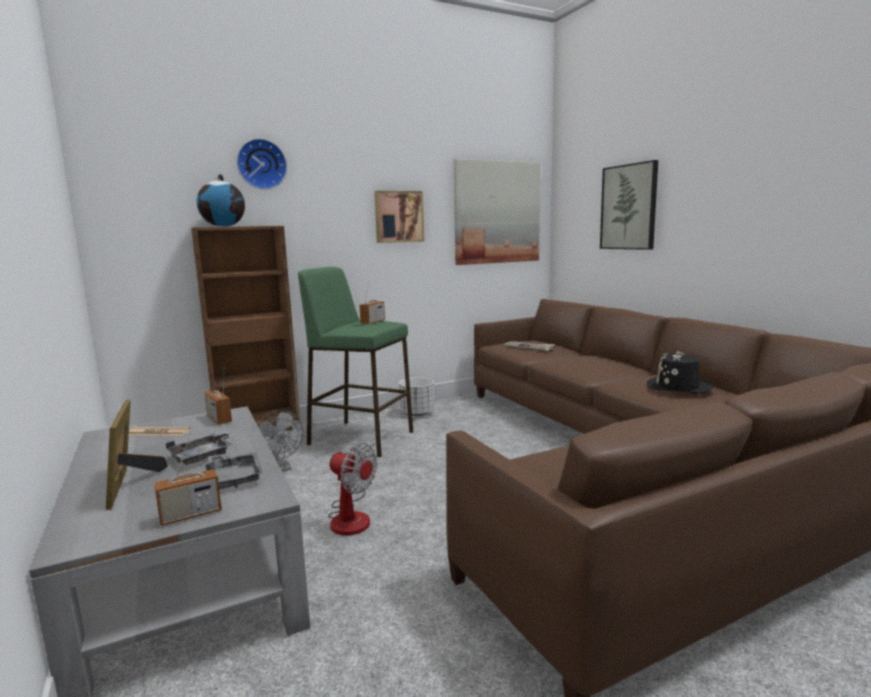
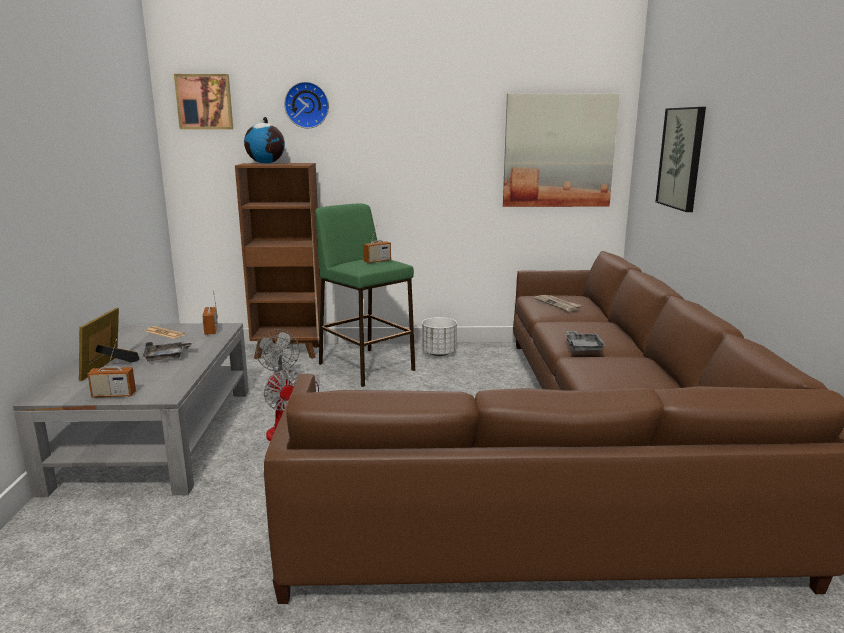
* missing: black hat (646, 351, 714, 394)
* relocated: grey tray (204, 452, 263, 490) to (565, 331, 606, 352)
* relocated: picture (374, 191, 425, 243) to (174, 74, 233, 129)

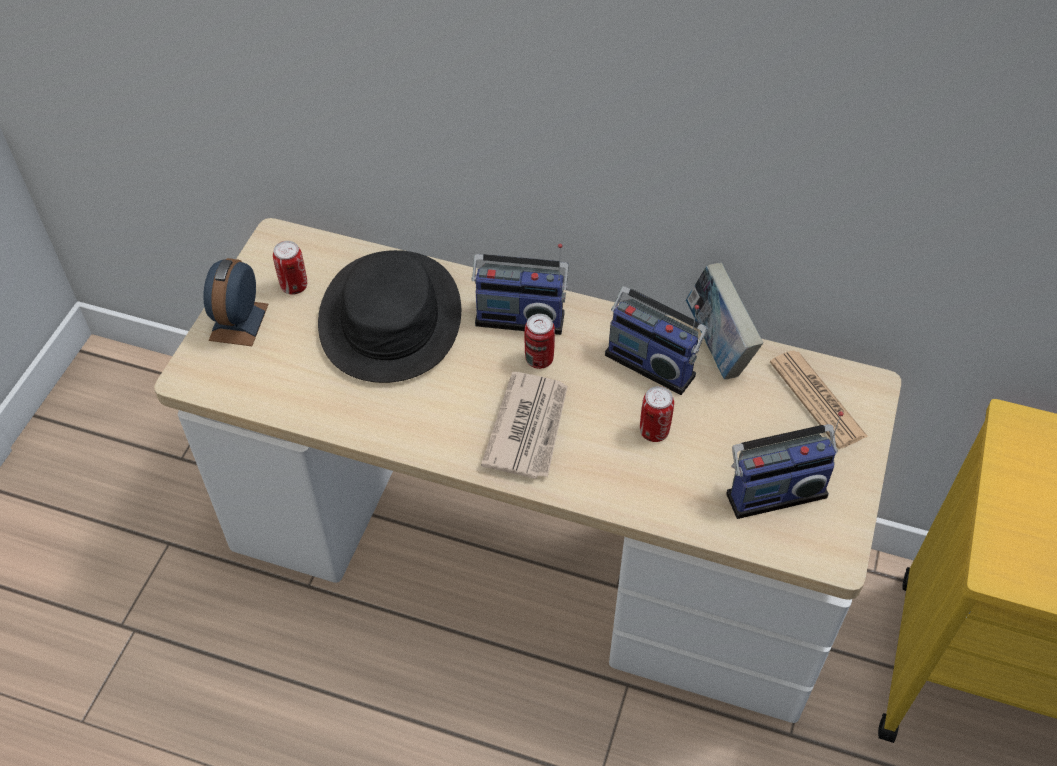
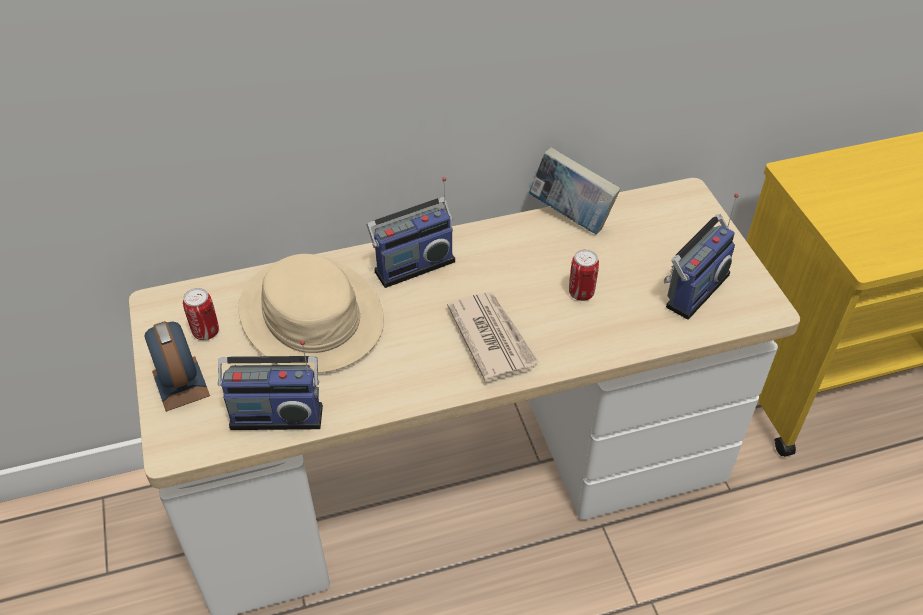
* missing: can (525, 314, 555, 369)
* missing: newspaper (770, 350, 868, 449)
* relocated: radio (605, 287, 708, 395) to (218, 340, 323, 430)
* colour: black hat (318, 250, 461, 383) to beige hat (238, 254, 384, 373)

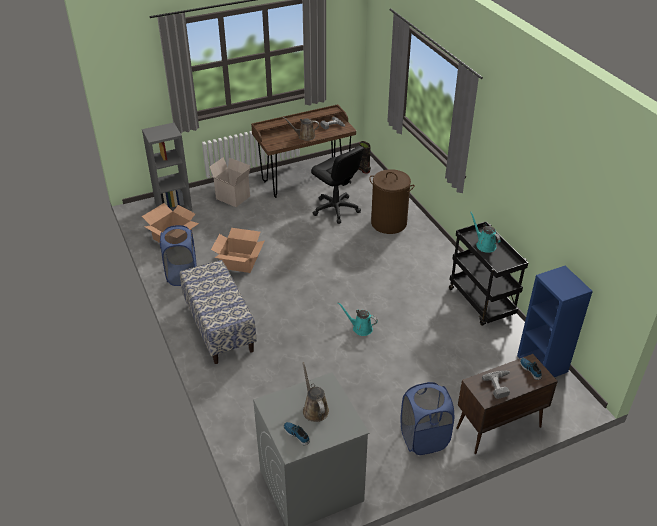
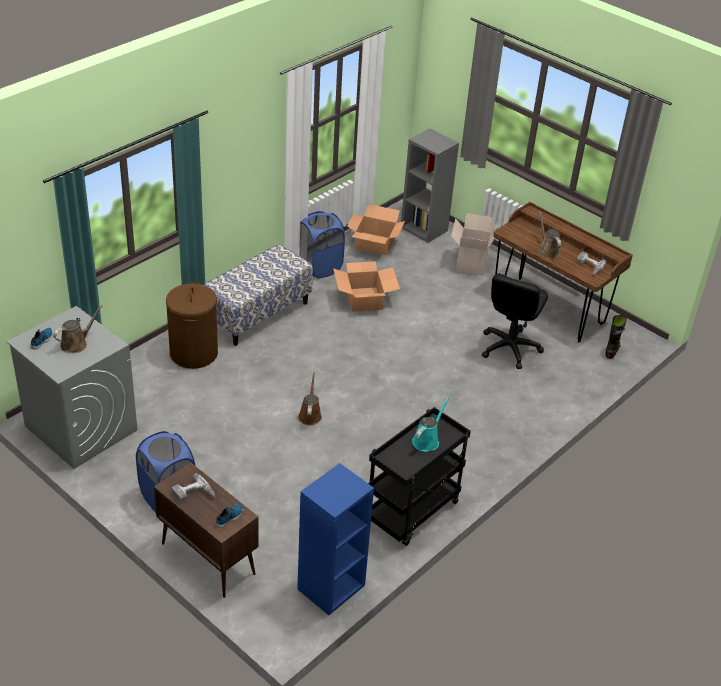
* relocated: brown laundry basket (369, 169, 415, 234) to (166, 282, 218, 369)
* colour: turquoise watering can (338, 302, 378, 336) to brown watering can (298, 373, 322, 425)

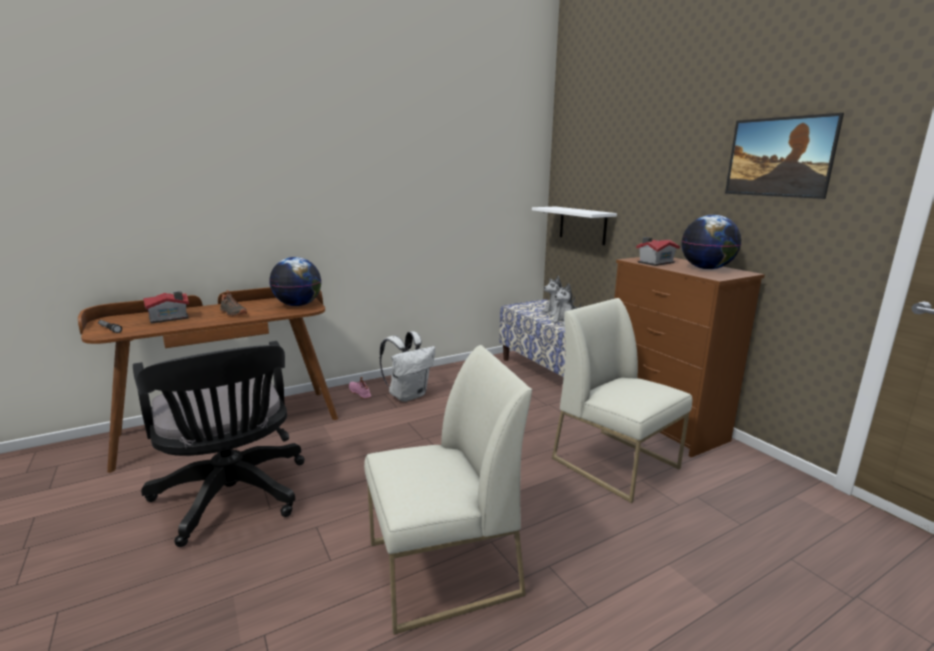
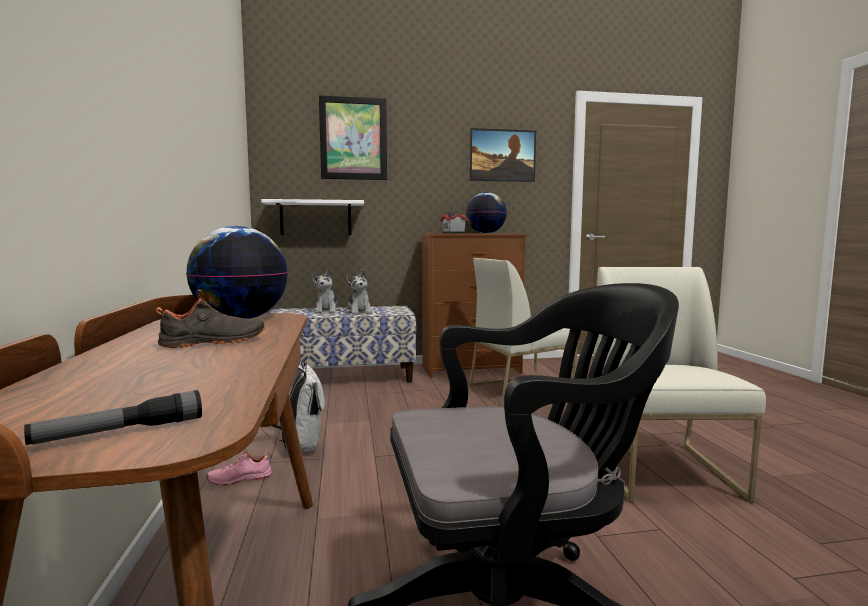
* missing: toy house (143, 291, 189, 324)
* appeared: picture (319, 95, 387, 180)

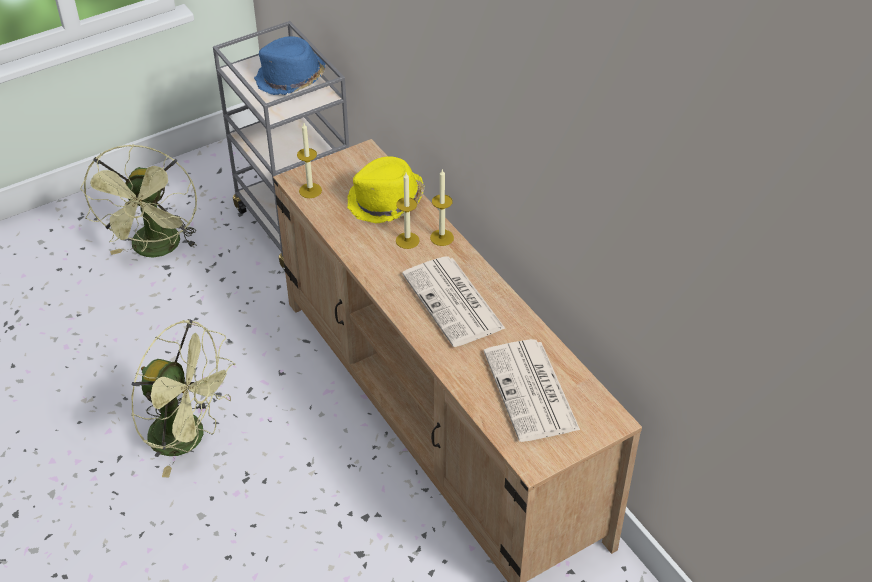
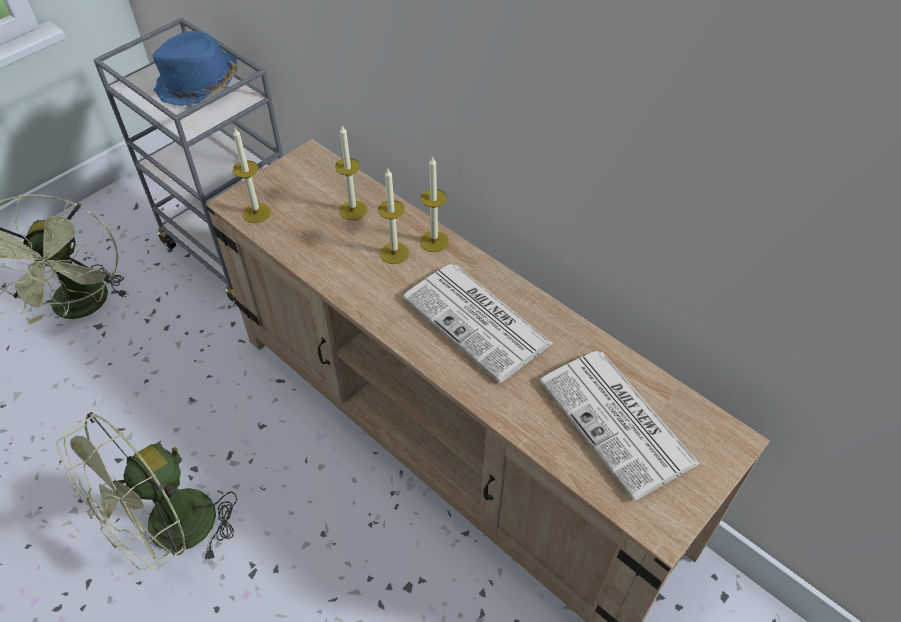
* exchanged: yellow hat (347, 156, 425, 223) to candle (335, 125, 367, 221)
* spun: green fan (131, 319, 236, 477) = (56, 412, 237, 570) 120 degrees clockwise

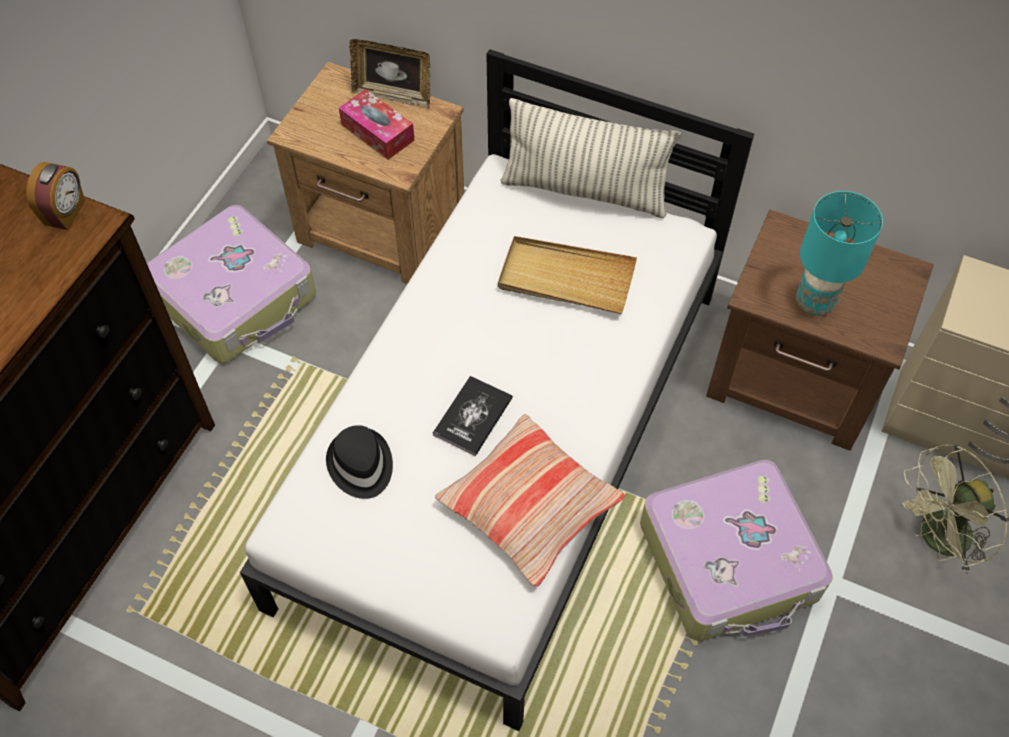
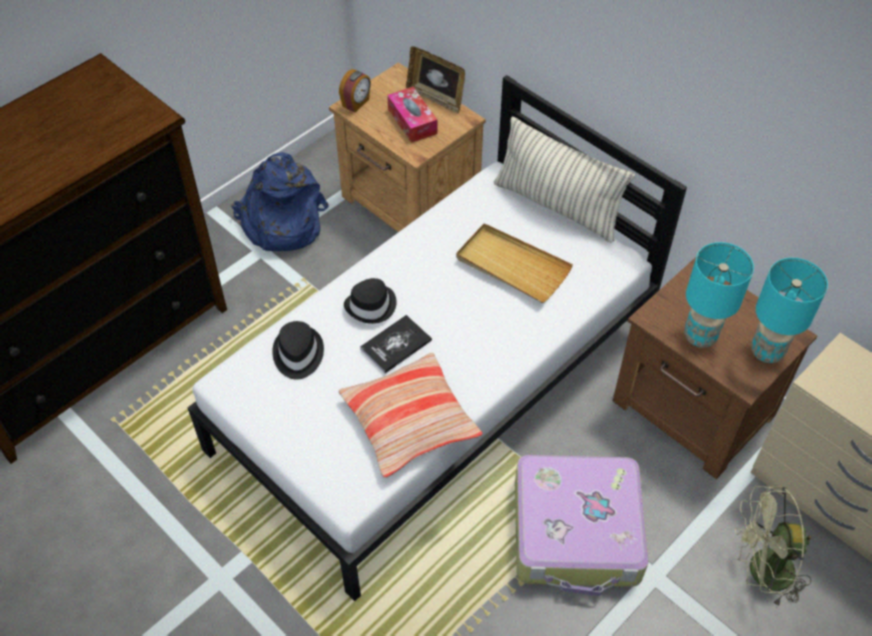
* appeared: black hat (344, 278, 397, 324)
* appeared: turquoise table lamp (751, 258, 828, 363)
* relocated: alarm clock (26, 162, 85, 230) to (339, 69, 371, 112)
* exchanged: suitcase (147, 205, 316, 363) to blue backpack (231, 152, 329, 251)

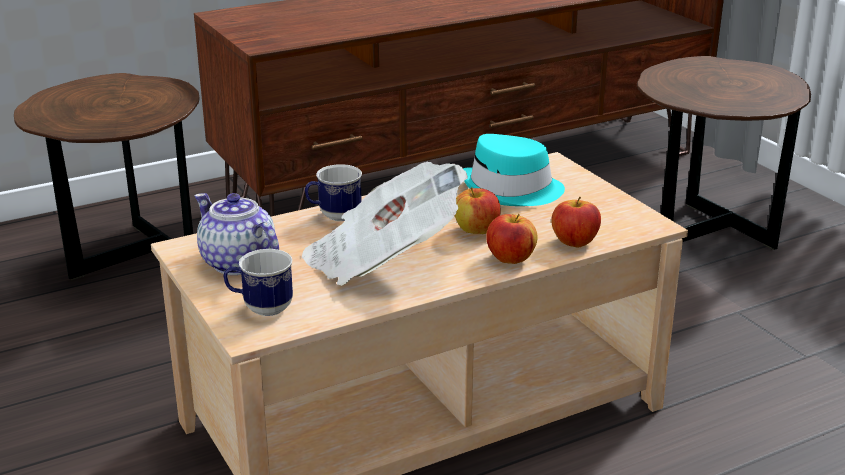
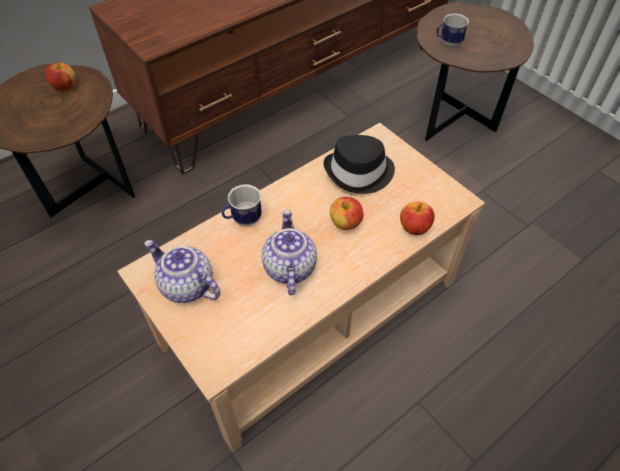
* relocated: mug (223, 249, 293, 316) to (437, 13, 469, 47)
* relocated: apple (486, 214, 538, 264) to (45, 63, 75, 91)
* exchanged: newspaper (302, 161, 468, 286) to teapot (262, 209, 317, 295)
* colour: turquoise hat (463, 134, 565, 206) to black hat (324, 135, 395, 194)

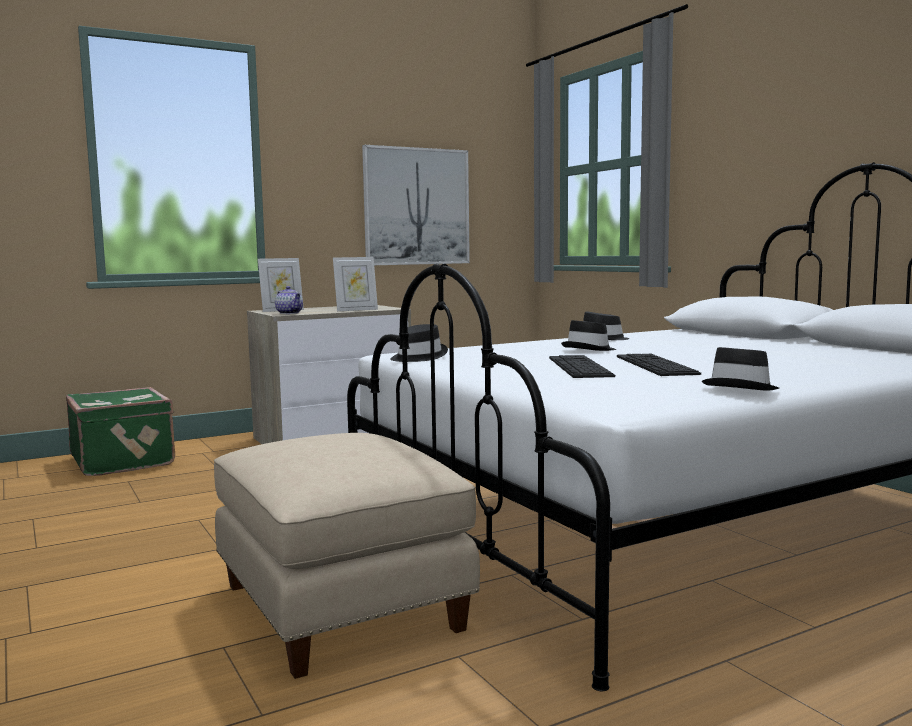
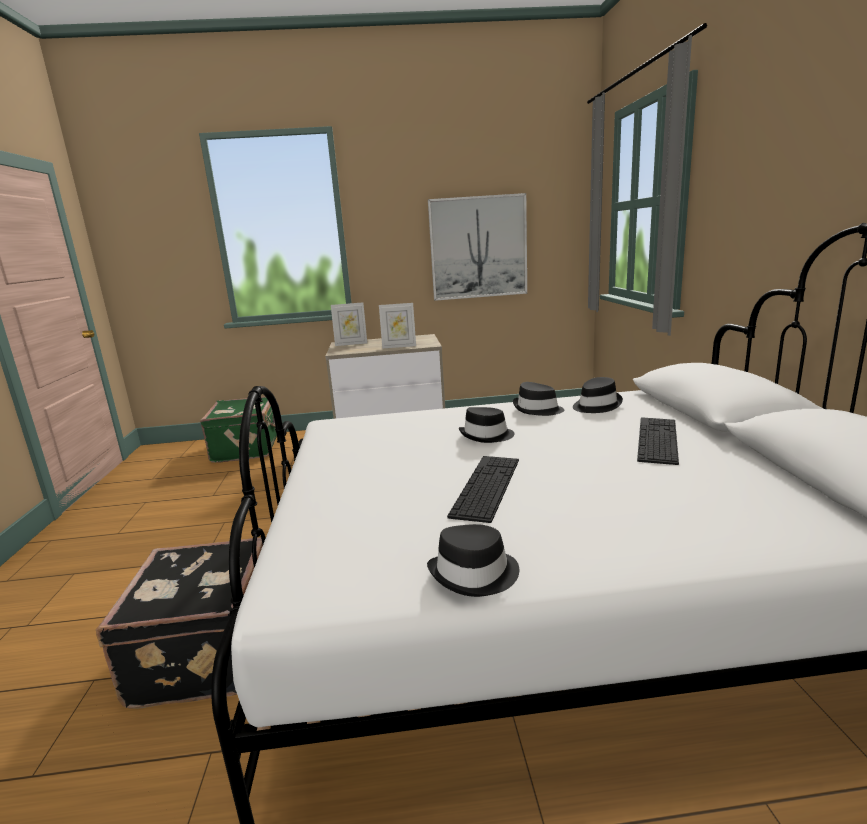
* missing: teapot (275, 286, 303, 314)
* relocated: black hat (390, 324, 448, 362) to (573, 377, 623, 413)
* relocated: keyboard (549, 355, 615, 378) to (637, 417, 679, 465)
* exchanged: beige ottoman (214, 433, 480, 679) to black suitcase (96, 538, 263, 709)

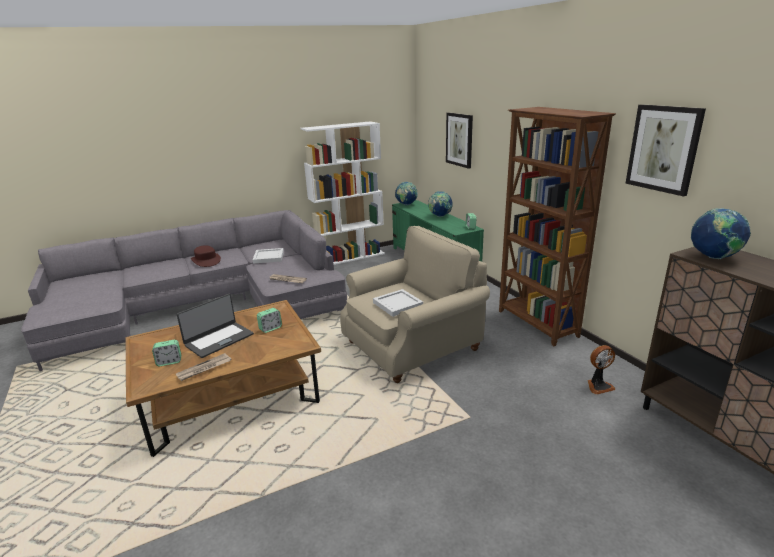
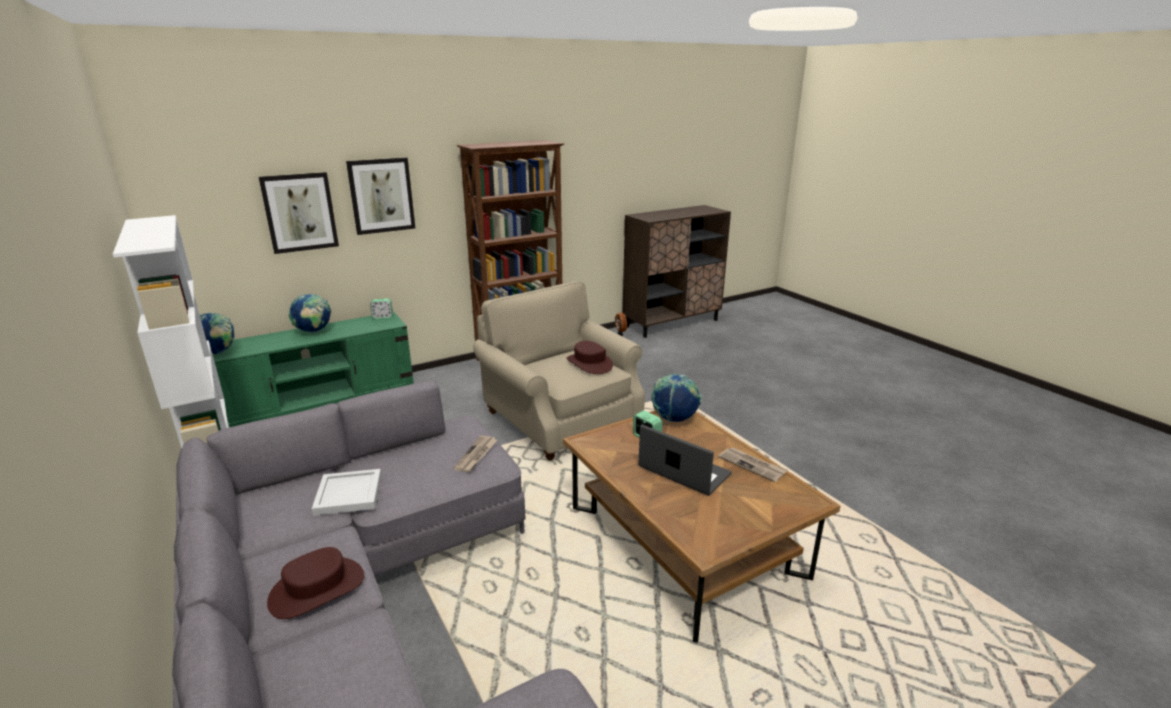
* missing: alarm clock (152, 340, 181, 366)
* relocated: picture (625, 104, 706, 197) to (346, 157, 415, 235)
* relocated: globe (691, 208, 751, 259) to (651, 374, 702, 422)
* exchanged: white tray (373, 289, 423, 317) to brown hat (567, 341, 613, 374)

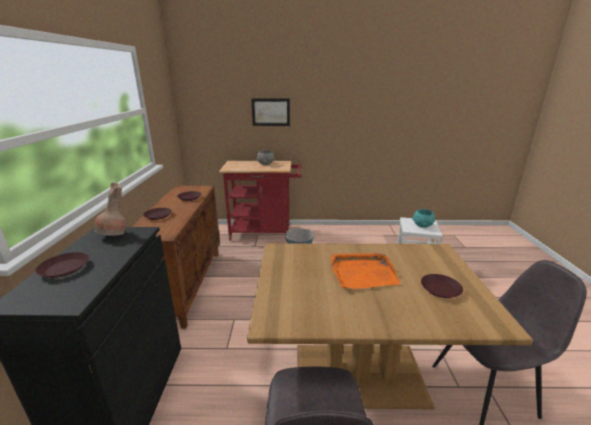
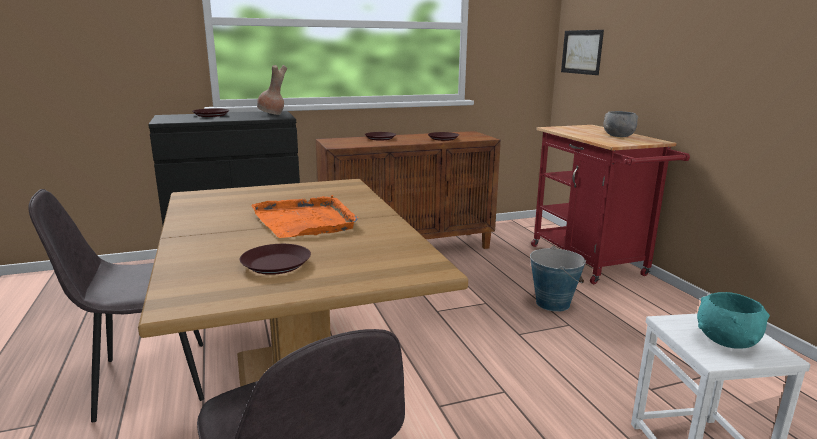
* relocated: picture (251, 98, 290, 126) to (561, 30, 604, 75)

